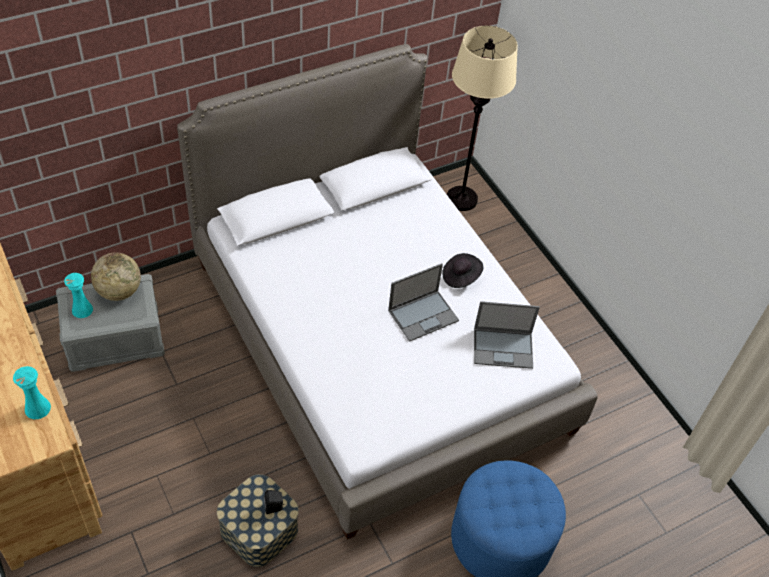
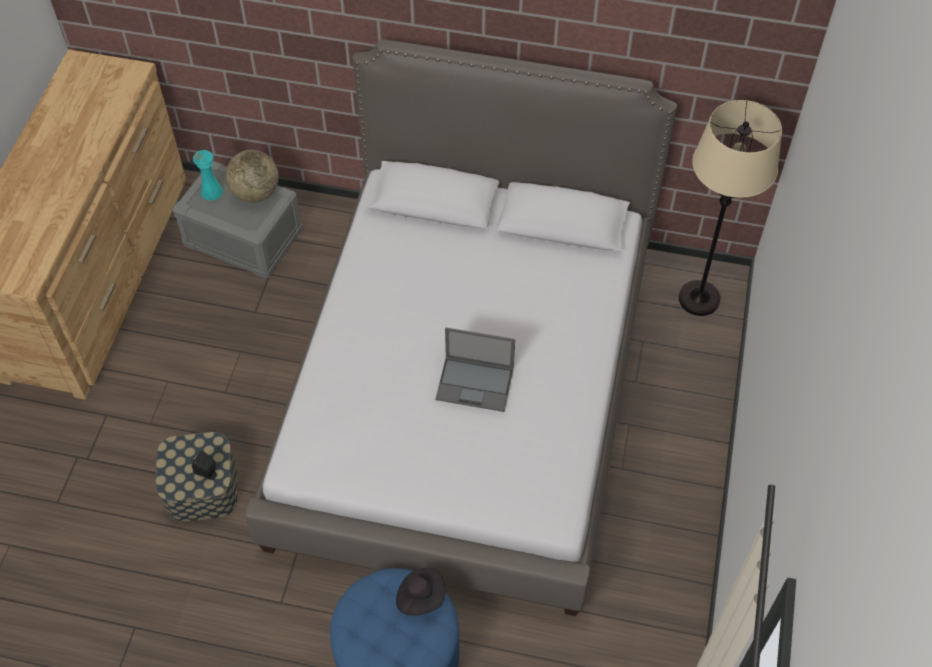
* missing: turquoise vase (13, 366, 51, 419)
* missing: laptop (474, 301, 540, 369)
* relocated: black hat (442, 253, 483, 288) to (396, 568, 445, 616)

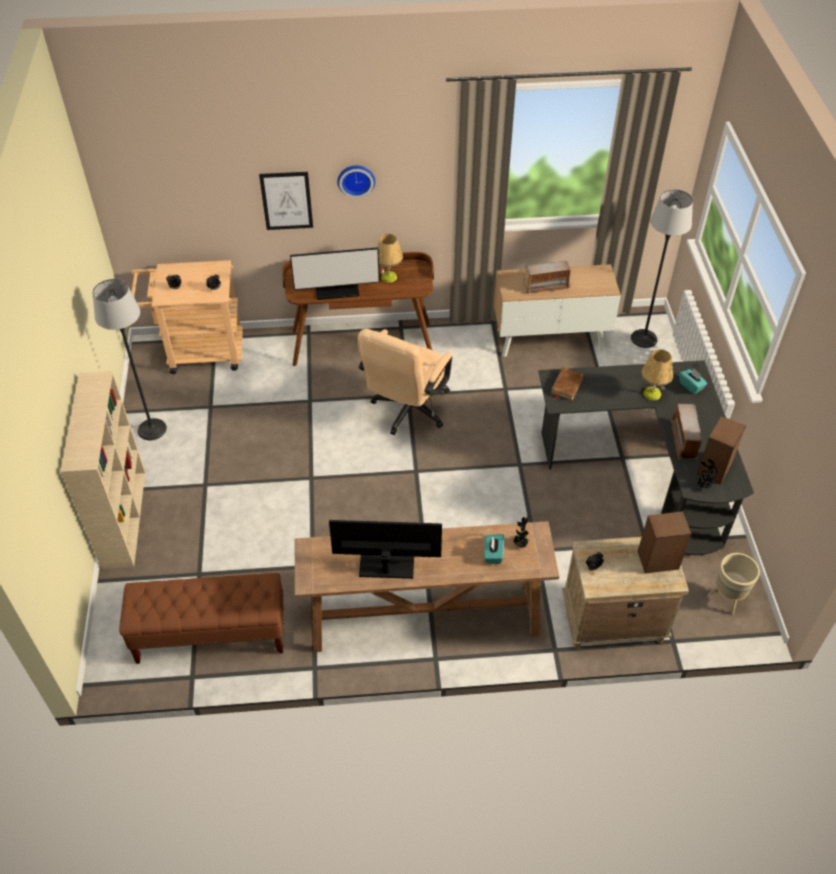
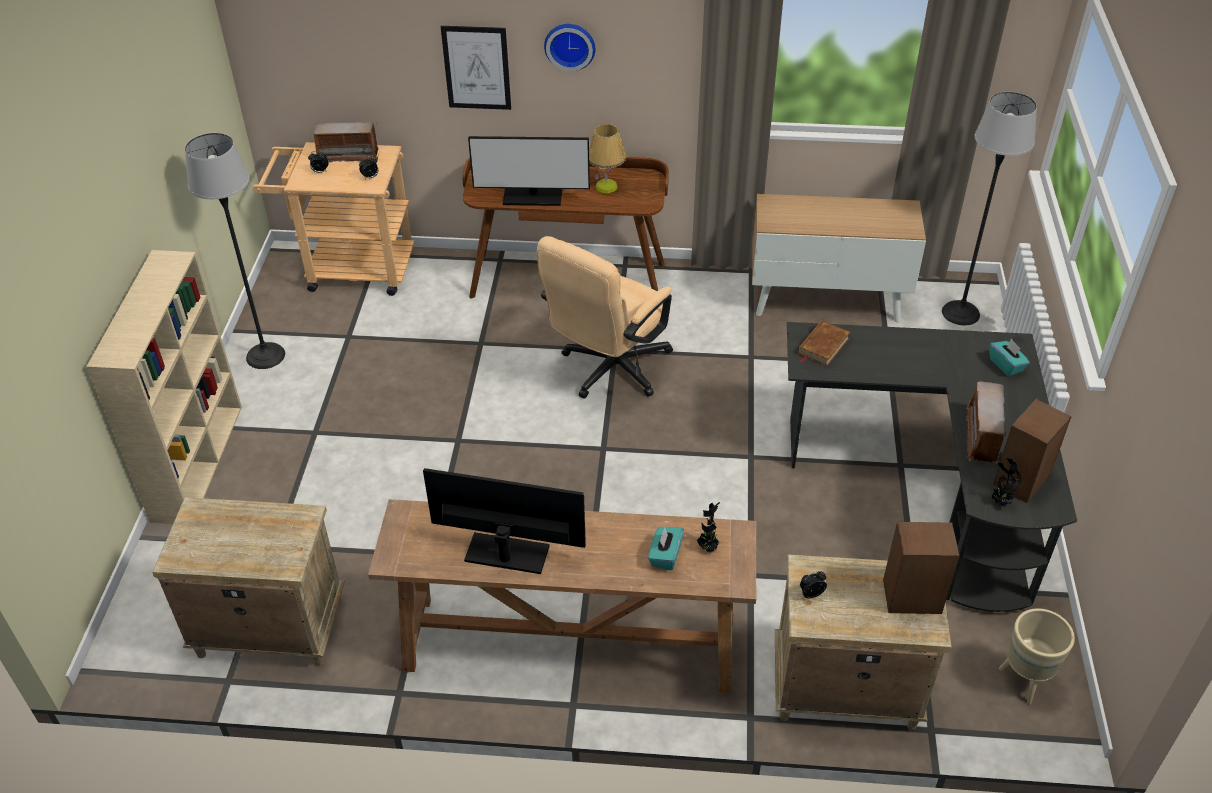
* missing: table lamp (641, 349, 673, 400)
* relocated: radio (523, 261, 571, 294) to (314, 122, 379, 162)
* exchanged: brown bench (119, 573, 284, 664) to beige nightstand (152, 497, 345, 666)

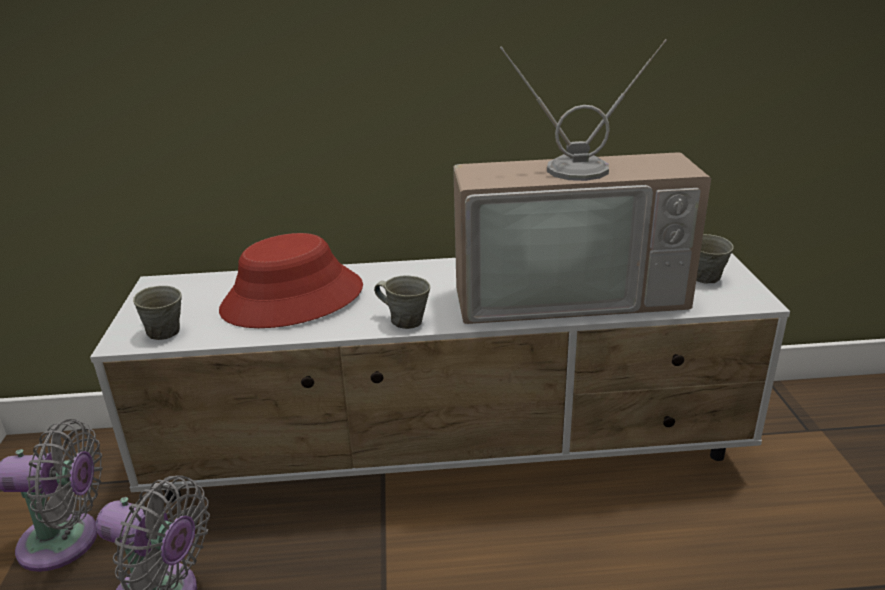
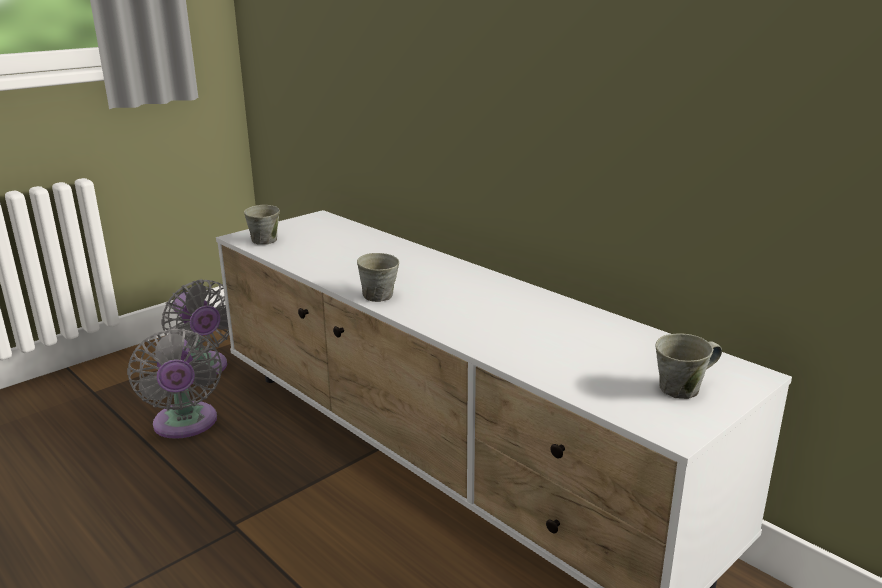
* missing: red hat (219, 233, 363, 328)
* missing: television (453, 39, 711, 324)

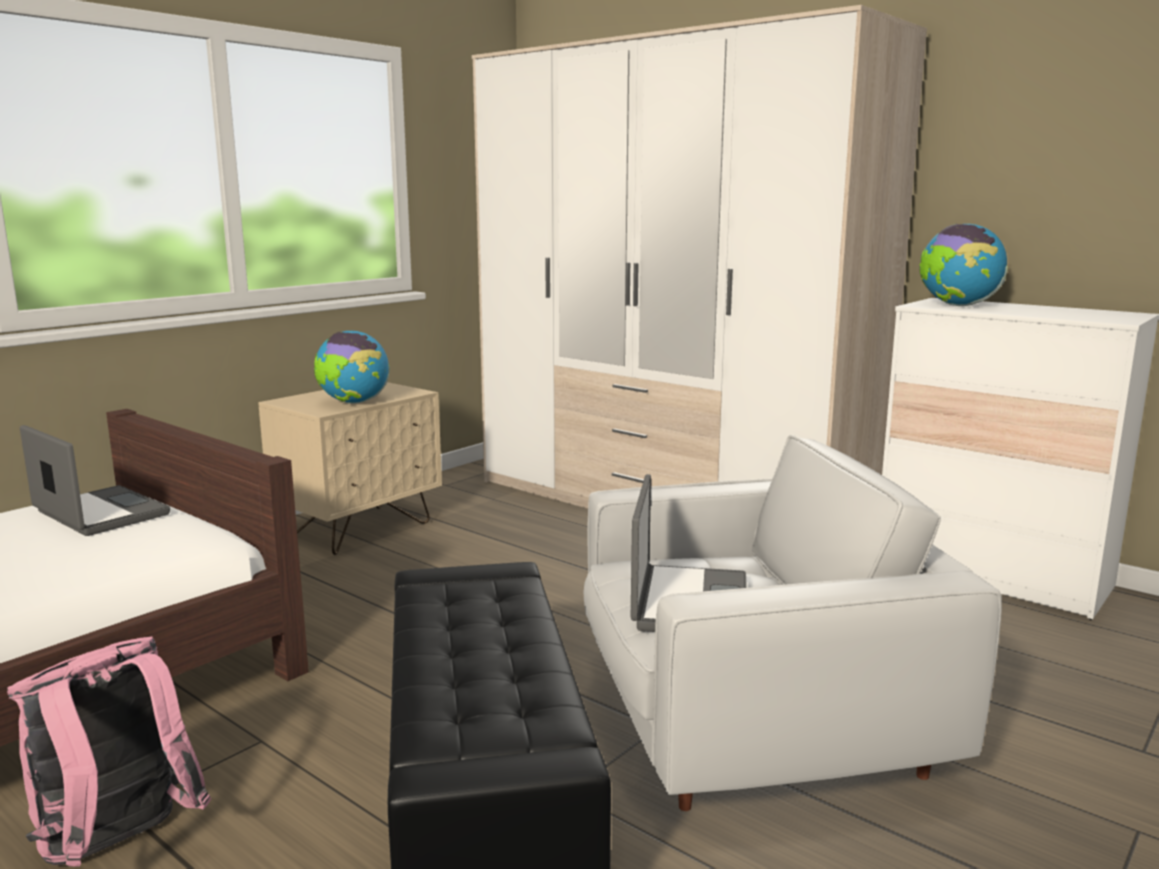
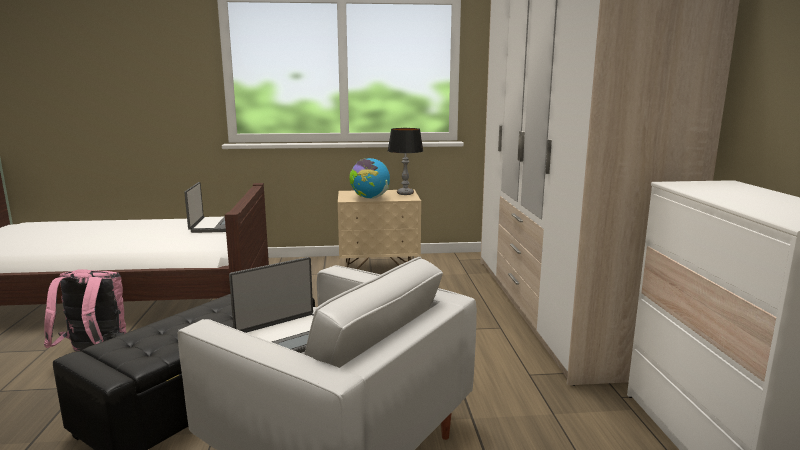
* missing: globe (919, 224, 1008, 306)
* appeared: table lamp (388, 128, 423, 195)

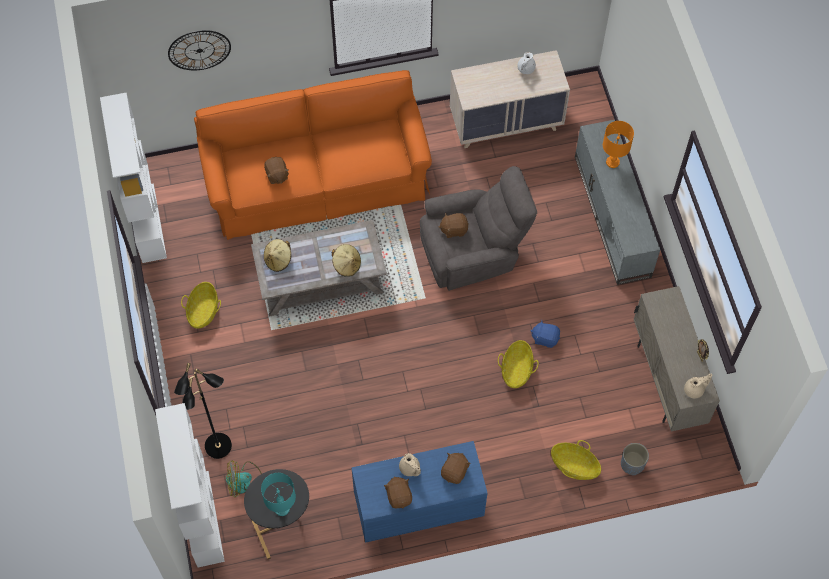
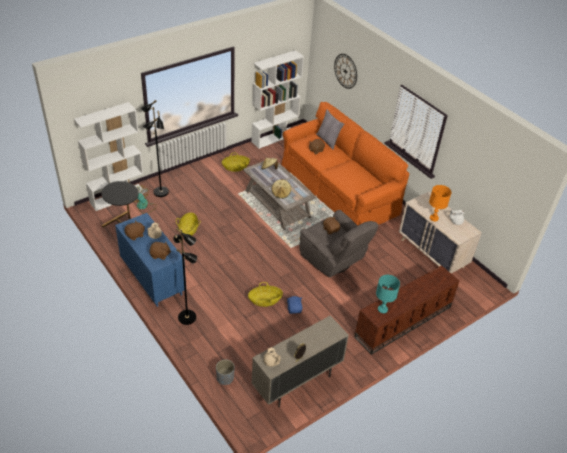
* appeared: black floor lamp (173, 228, 197, 325)
* appeared: grey pillow (316, 109, 344, 150)
* relocated: turquoise table lamp (261, 473, 296, 516) to (376, 275, 400, 313)
* relocated: basket (551, 440, 601, 480) to (176, 213, 201, 236)
* relocated: orange table lamp (603, 121, 634, 168) to (429, 185, 451, 221)
* colour: grey tv stand (575, 120, 660, 285) to brown tv stand (354, 265, 459, 355)

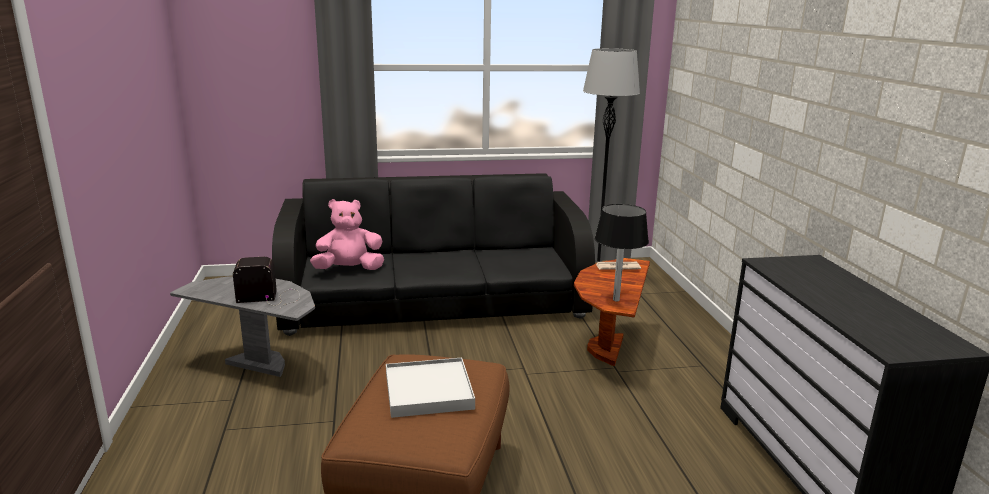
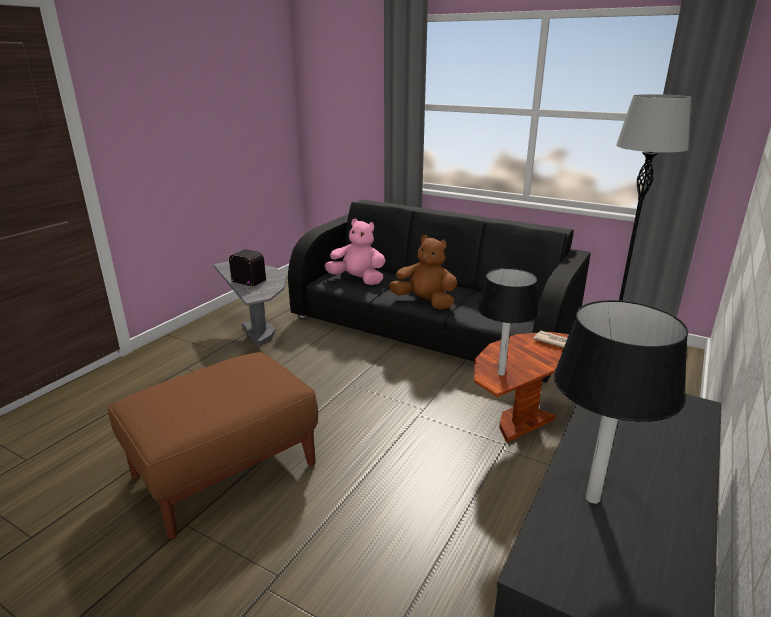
* missing: white tray (386, 358, 475, 418)
* appeared: brown plush toy (389, 235, 457, 310)
* appeared: black table lamp (554, 300, 688, 504)

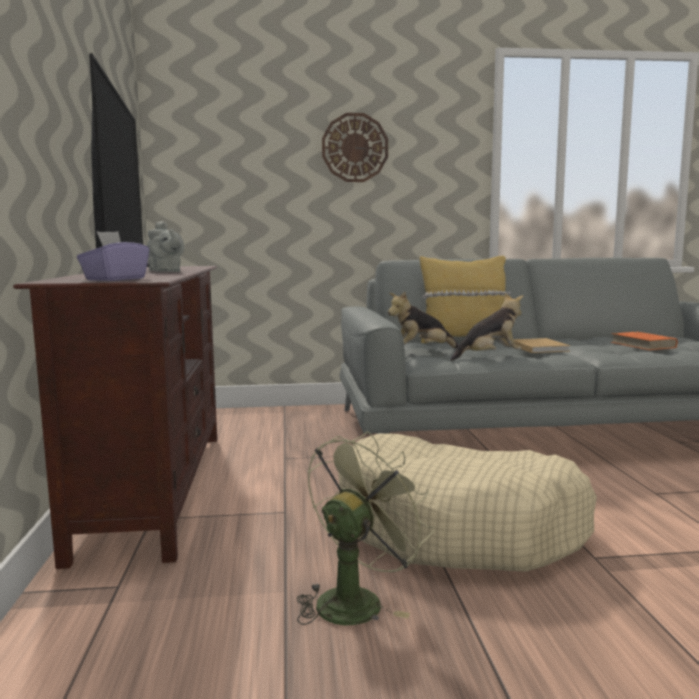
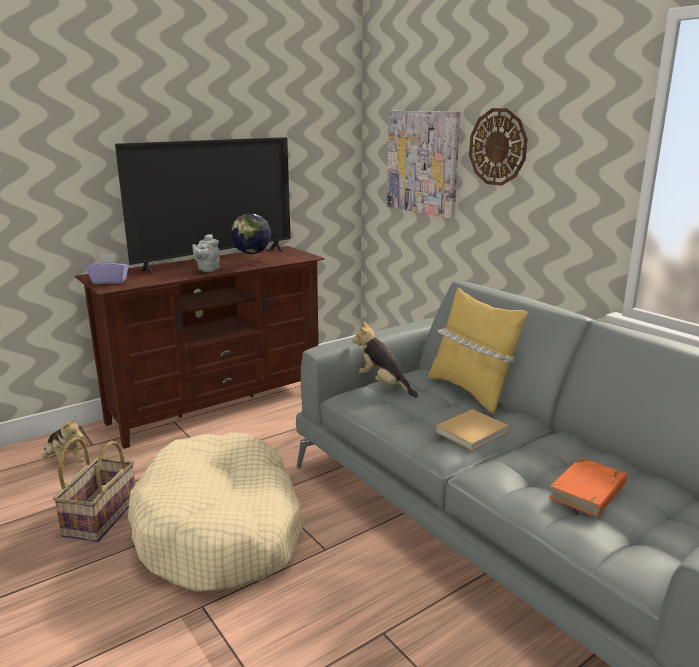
* appeared: globe (231, 213, 271, 266)
* appeared: picture (387, 111, 460, 218)
* relocated: plush toy (451, 293, 523, 361) to (41, 416, 85, 468)
* exchanged: green fan (297, 431, 434, 625) to basket (53, 437, 135, 542)

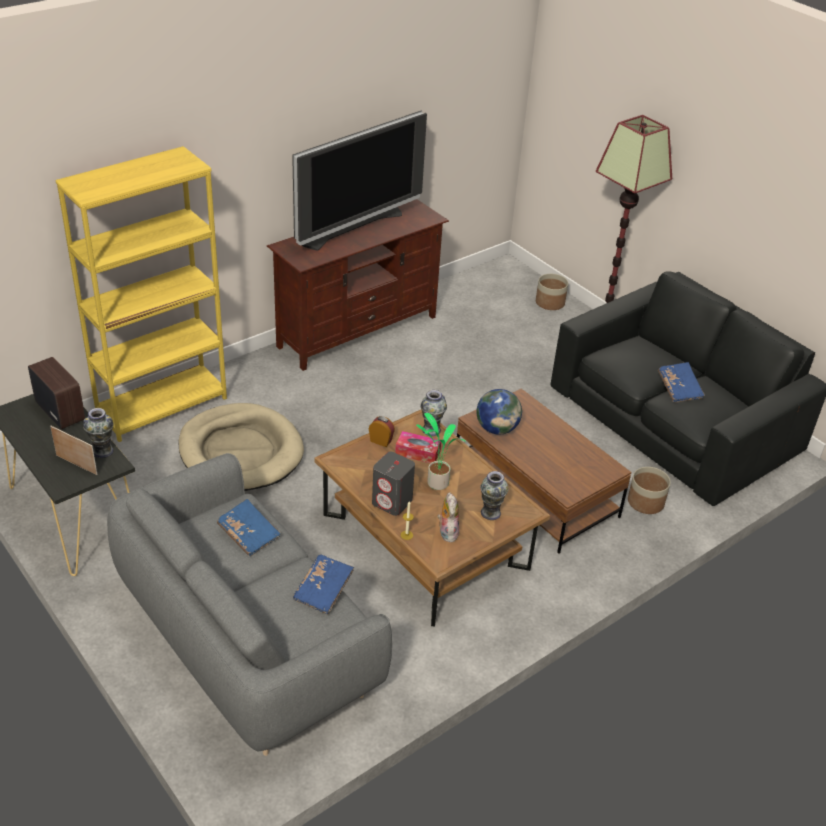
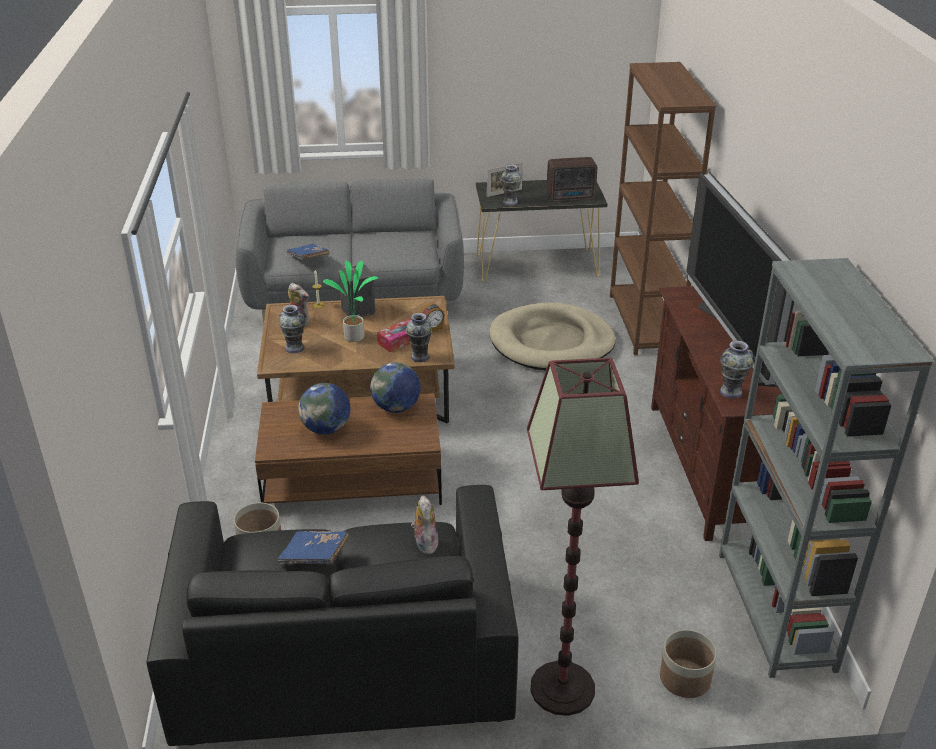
* missing: blue book (217, 499, 281, 557)
* appeared: globe (298, 383, 350, 434)
* appeared: plush toy (411, 496, 439, 554)
* appeared: grey bookcase (719, 258, 934, 678)
* appeared: vase (720, 341, 754, 399)
* colour: yellow bookcase (55, 146, 227, 442) to brown bookcase (610, 62, 716, 355)

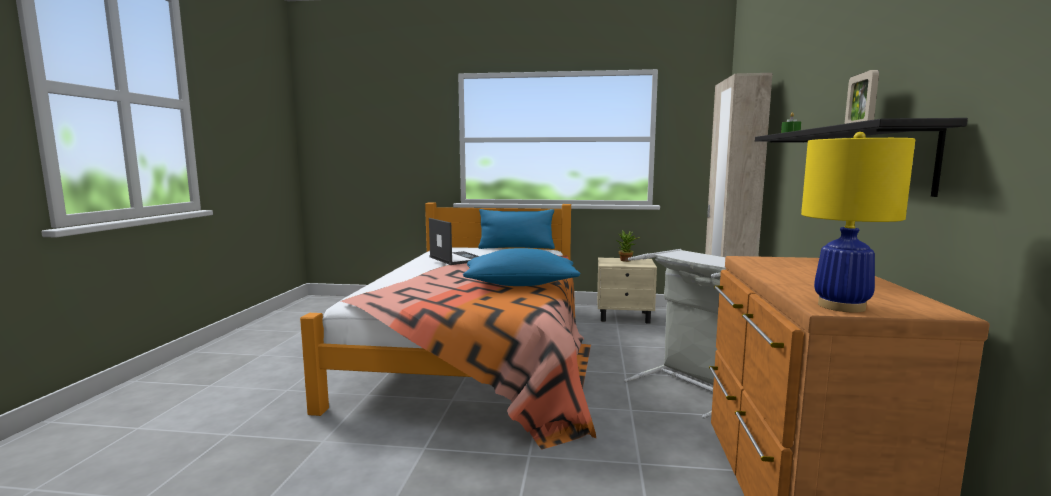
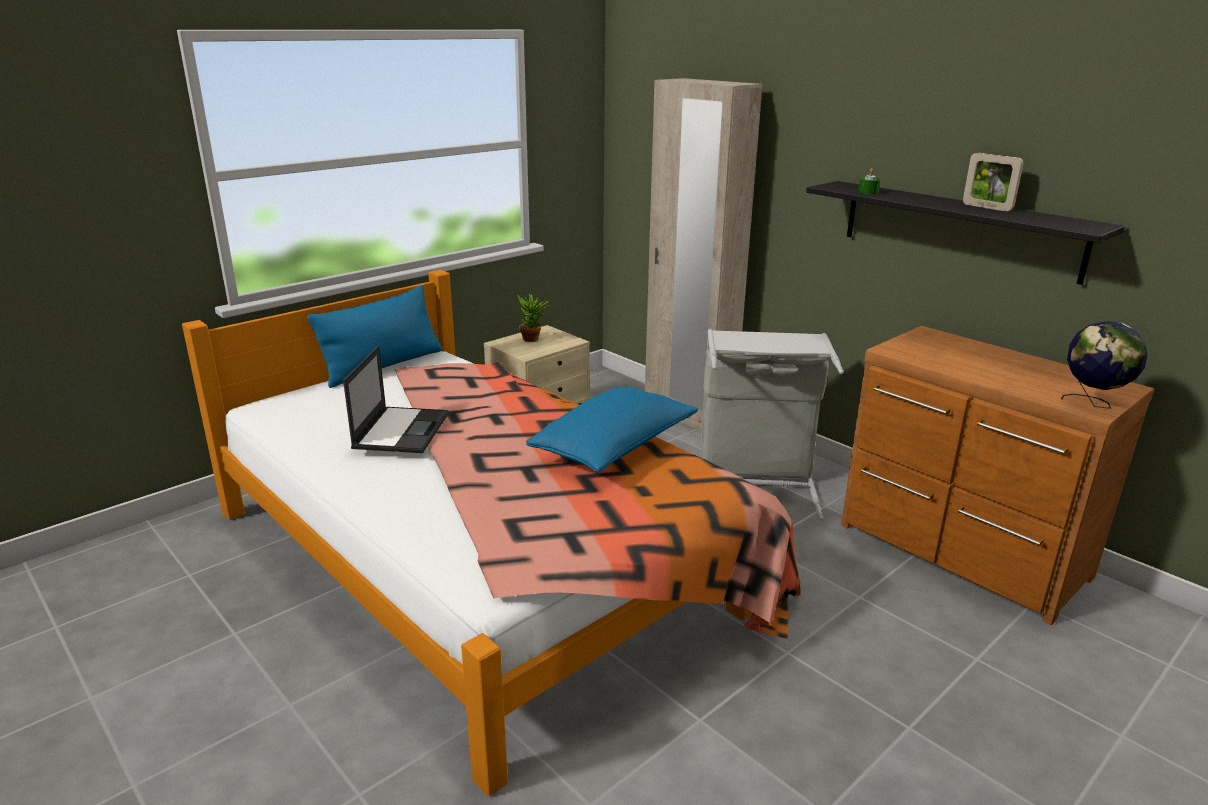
* exchanged: yellow table lamp (801, 132, 915, 313) to globe (1061, 321, 1148, 409)
* spun: laptop (429, 218, 479, 265) = (343, 346, 449, 453) 90 degrees clockwise

